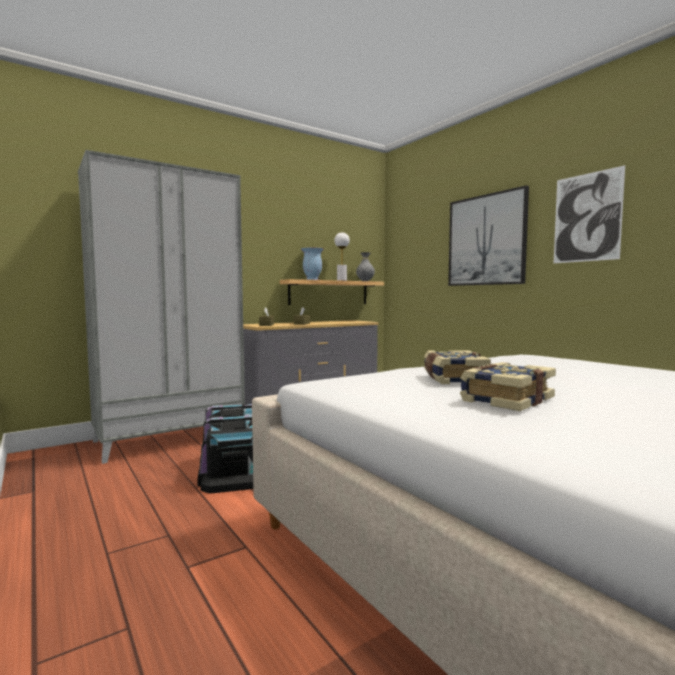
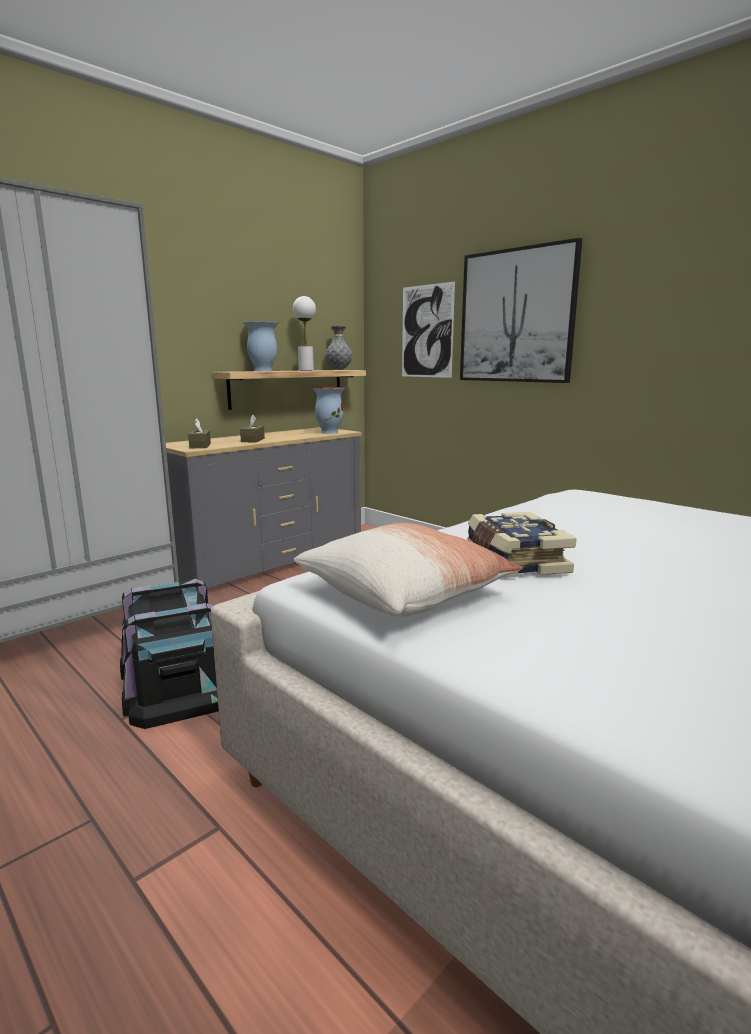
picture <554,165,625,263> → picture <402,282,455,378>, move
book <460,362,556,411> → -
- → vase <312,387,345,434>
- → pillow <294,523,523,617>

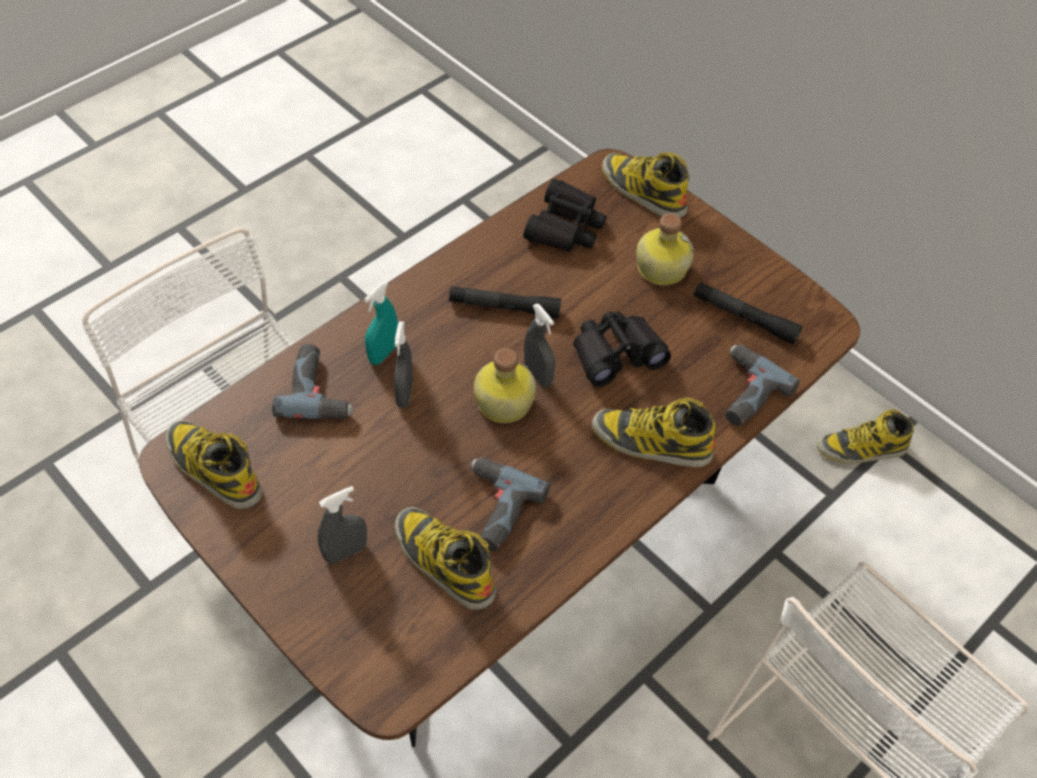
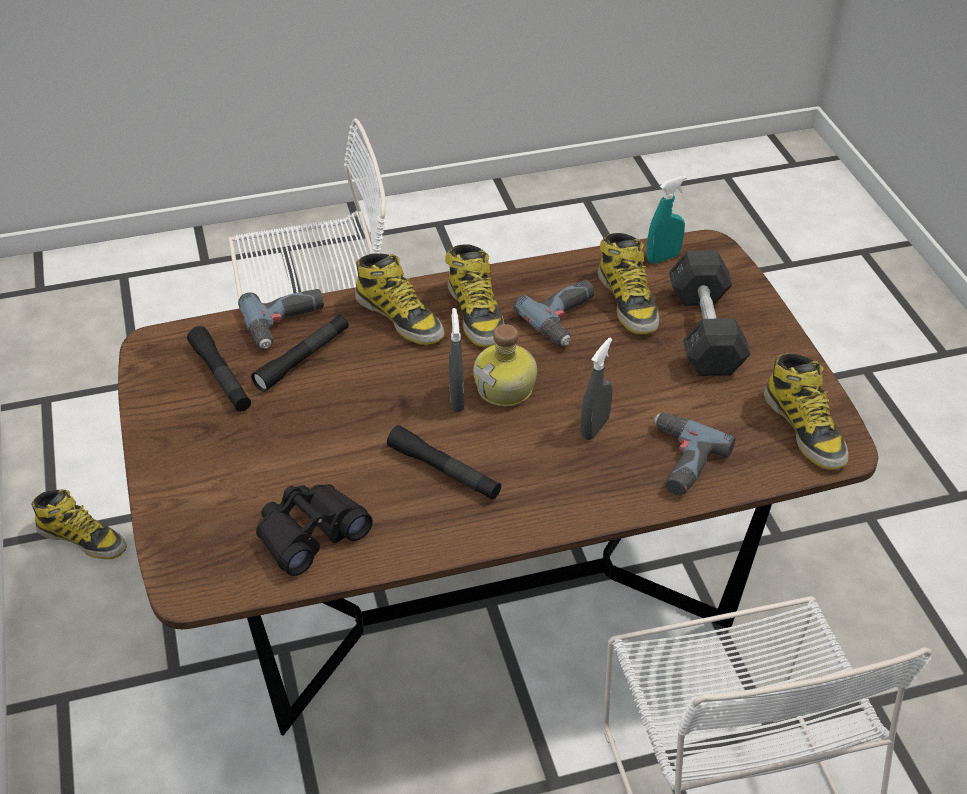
boot <602,152,689,218> → boot <446,244,504,347>, move
bottle <636,213,695,285> → -
spray bottle (turquoise) <364,282,398,365> → spray bottle (turquoise) <647,175,687,264>, move
binoculars (black) <573,311,671,387> → -
spray bottle (grey) <318,486,367,564> → dumbbell (grey) <669,250,750,376>
- → flashlight (black) <251,315,349,392>

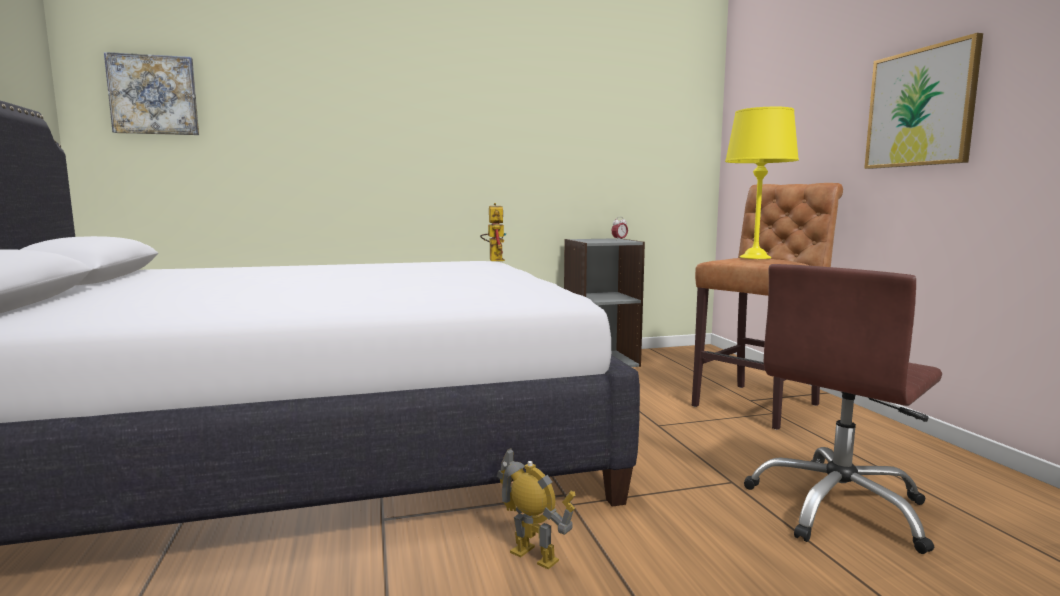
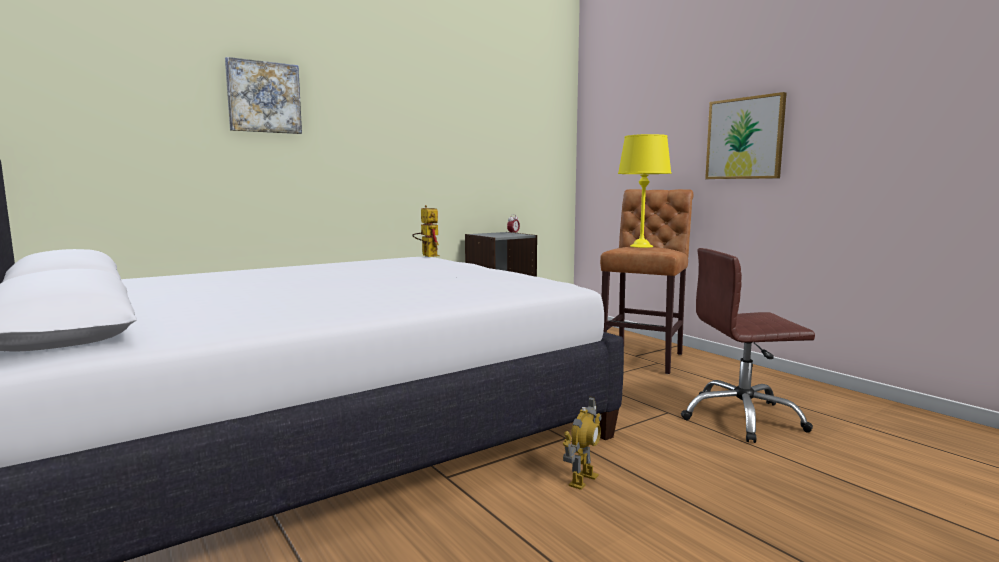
picture <104,52,199,135> → picture <225,57,302,134>, move
office chair (brown) <744,264,942,554> → office chair (brown) <681,248,815,443>, 60 degrees clockwise
toy robot <497,448,575,569> → toy robot <563,396,602,490>, 105 degrees clockwise

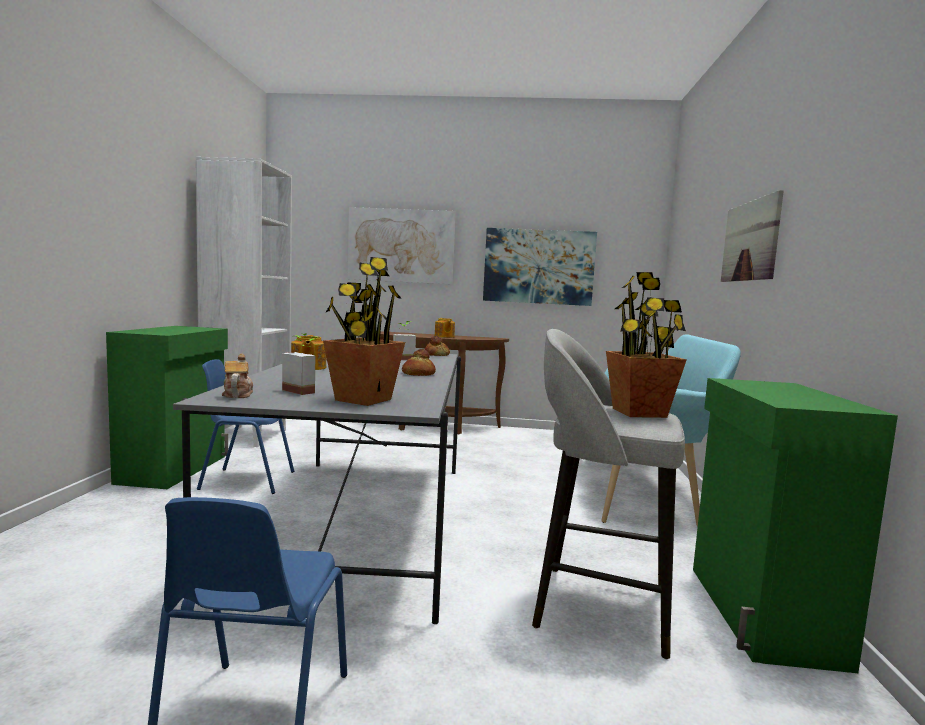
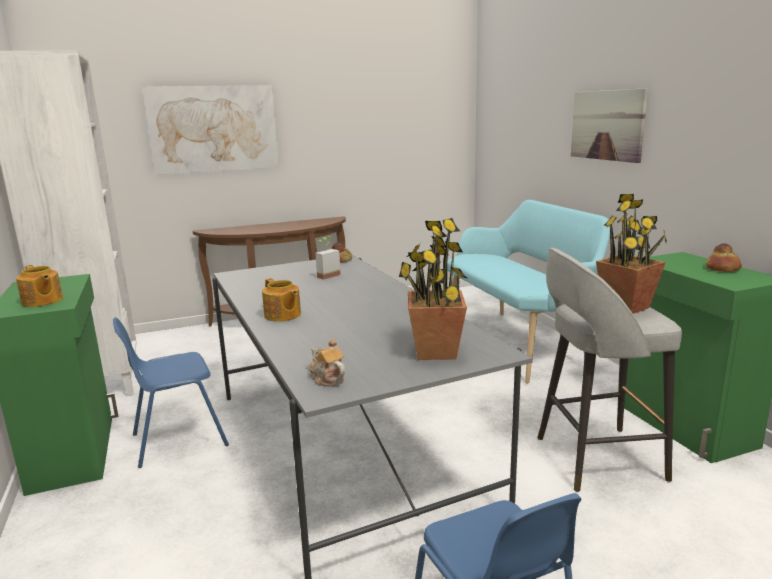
picture <483,228,597,306> → -
teapot <435,318,455,338> → teapot <16,265,63,307>, move
potted plant <282,333,319,395> → -
bread <402,349,436,376> → bread <706,244,742,272>, move

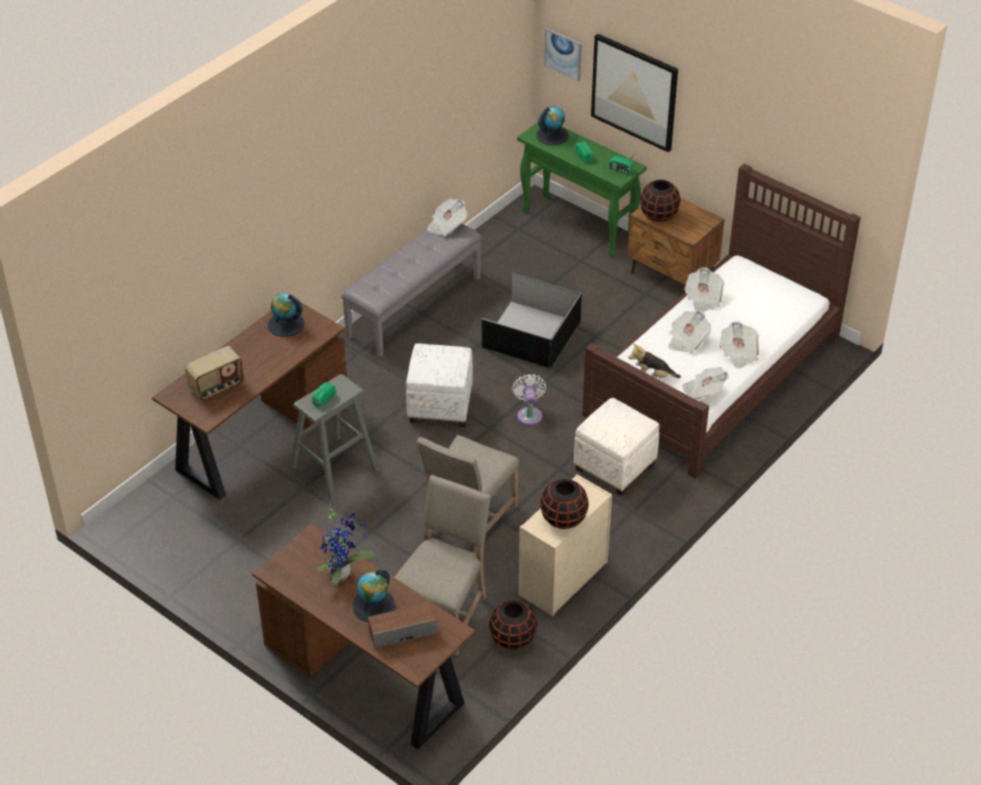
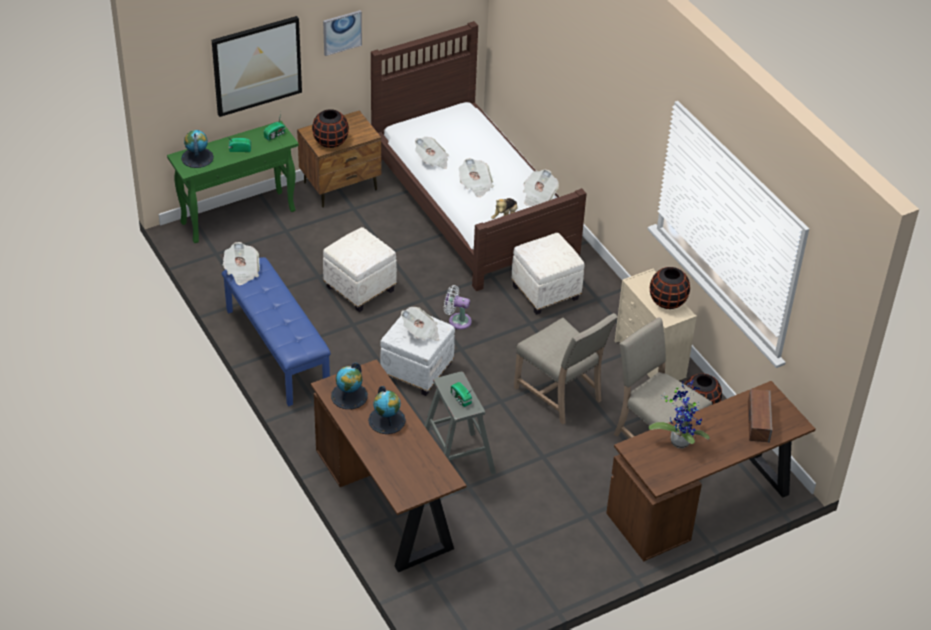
picture <544,28,582,82> → picture <323,10,362,56>, move
bench (grey) <341,223,482,357> → bench (blue) <222,257,331,406>
storage box (black) <481,273,582,368> → ottoman (white) <323,227,397,312>
newspaper <719,321,759,369> → newspaper <401,307,439,341>, move
radio <185,346,244,400> → -
globe <352,569,395,622> → globe <368,386,406,434>, move

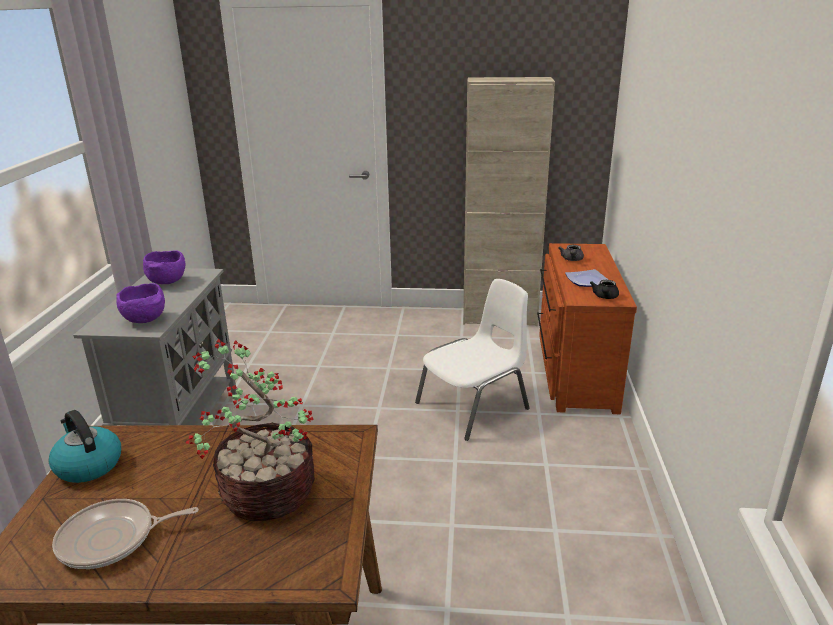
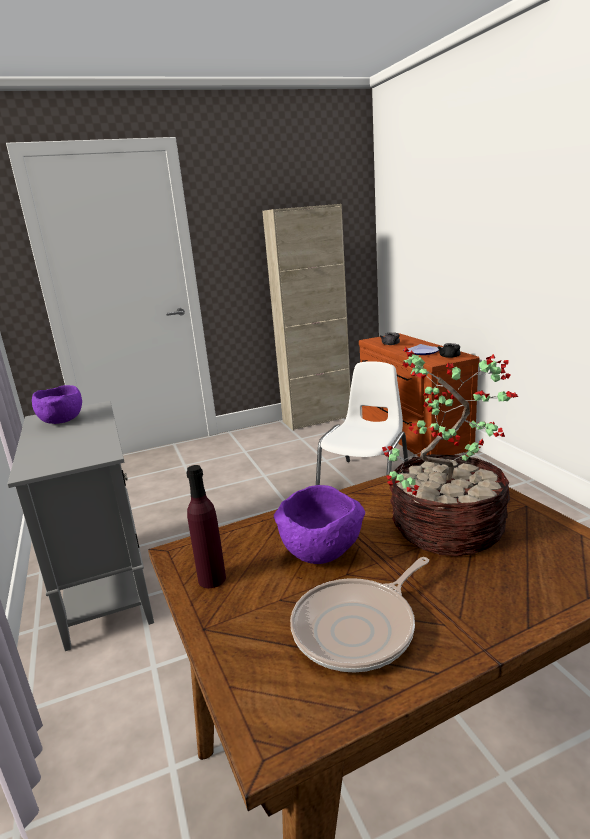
bowl (purple) <116,283,165,323> → bowl (purple) <274,485,365,564>, move
kettle <49,410,121,483> → bottle (purple) <186,465,226,588>

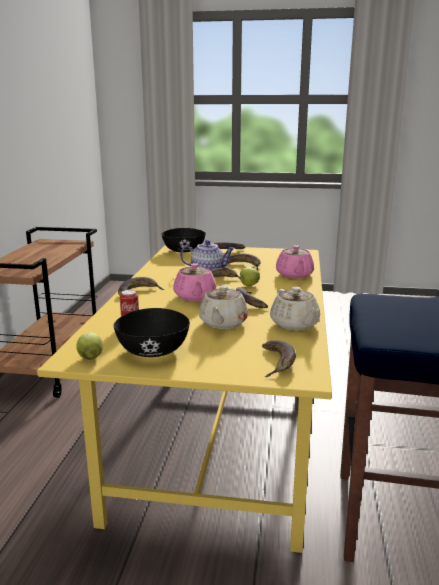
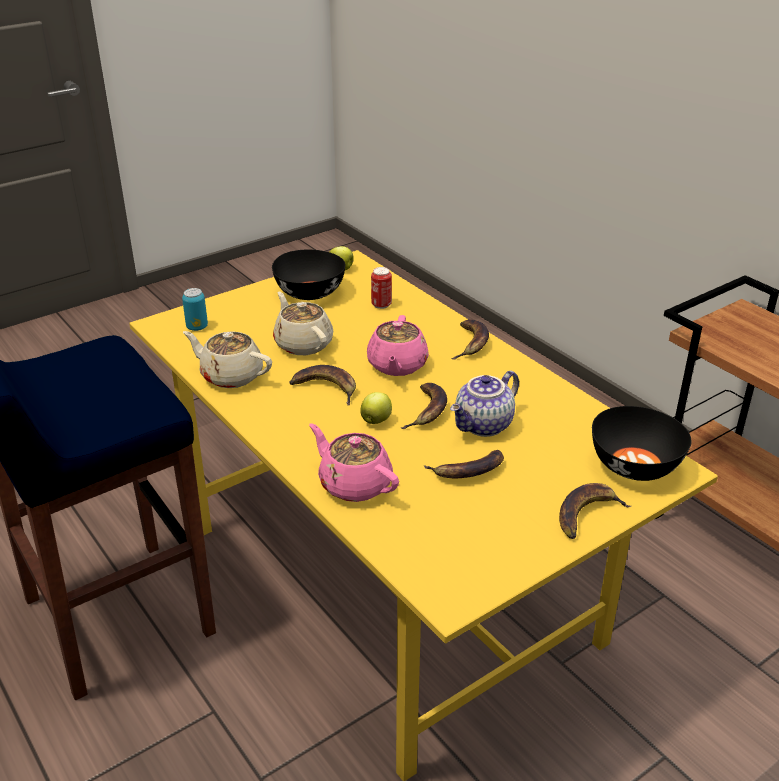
teapot (pink) <173,263,216,301> → teapot (pink) <367,315,429,376>, 120 degrees counterclockwise
banana <262,340,296,377> → can <182,288,208,331>

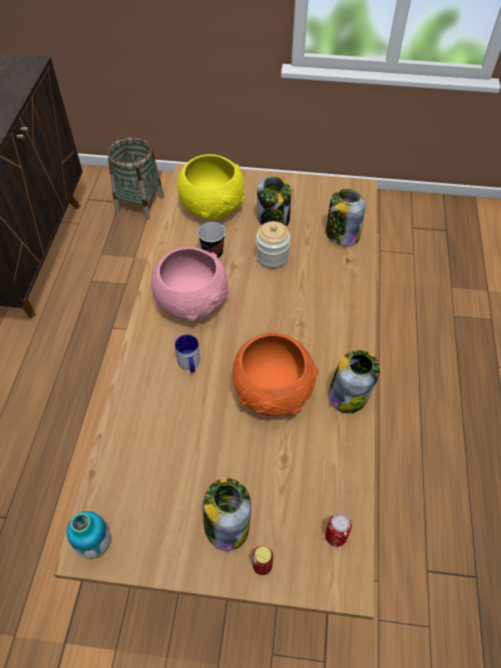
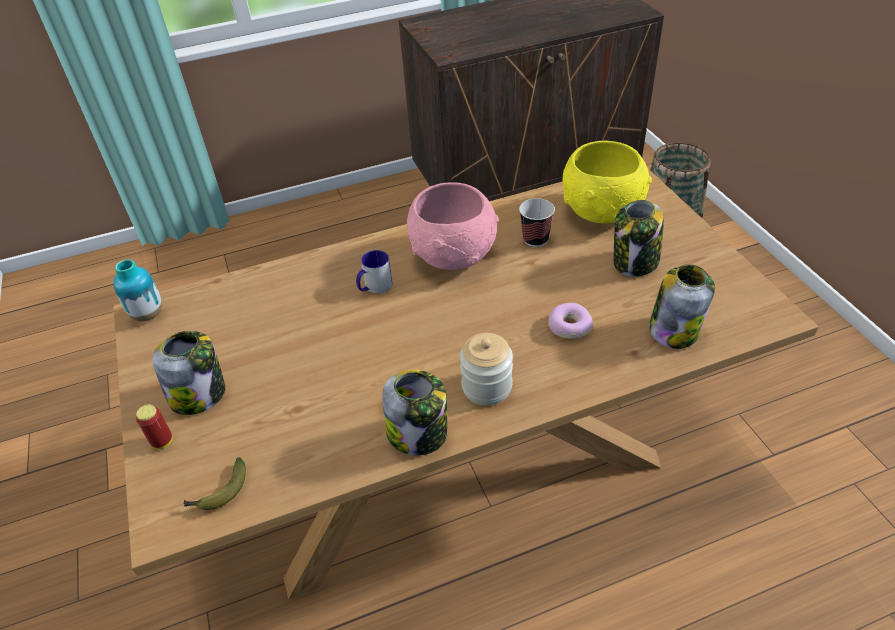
jar <256,221,290,269> → jar <460,333,513,406>, move
bowl (orange) <233,333,318,416> → -
can <325,513,352,547> → banana <184,457,246,510>
- → donut <549,303,593,339>

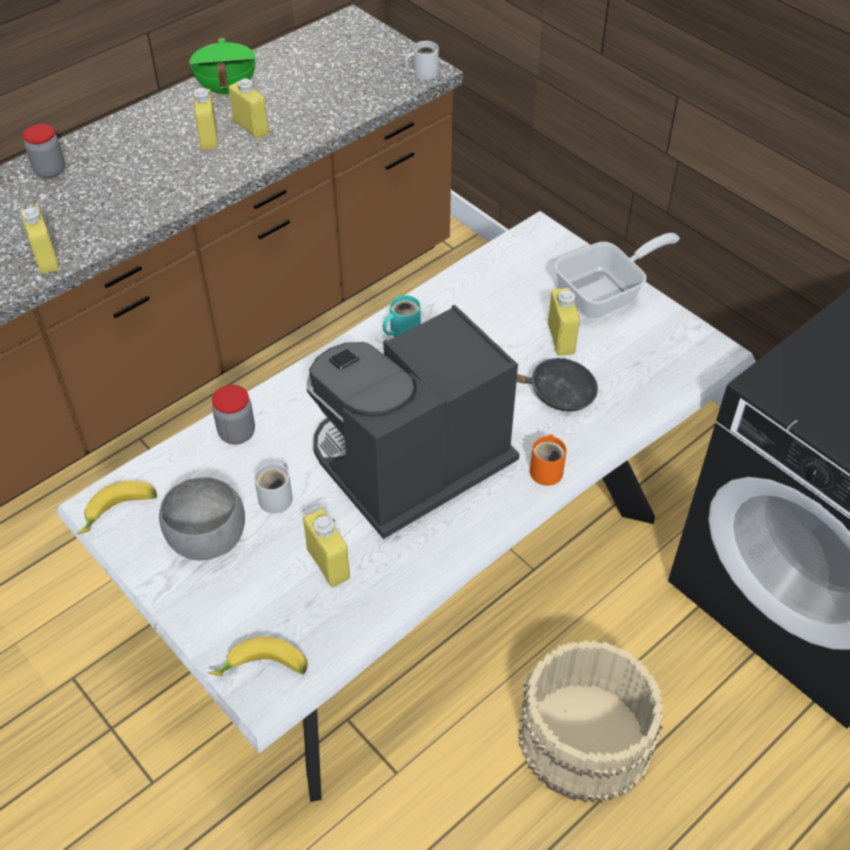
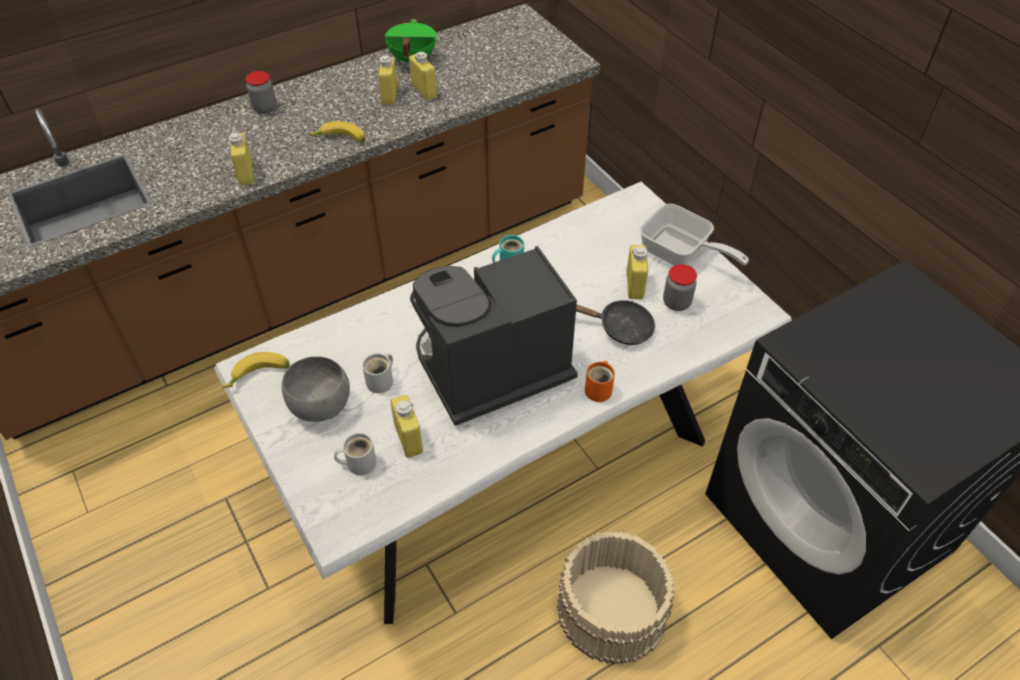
mug (white) <404,41,439,80> → mug (white) <334,433,377,475>, move
frying pan <555,233,680,318> → frying pan <640,204,749,265>, 60 degrees clockwise
jar <212,385,255,445> → jar <663,264,697,311>, move
banana <208,637,308,676> → banana <308,121,366,143>, move

